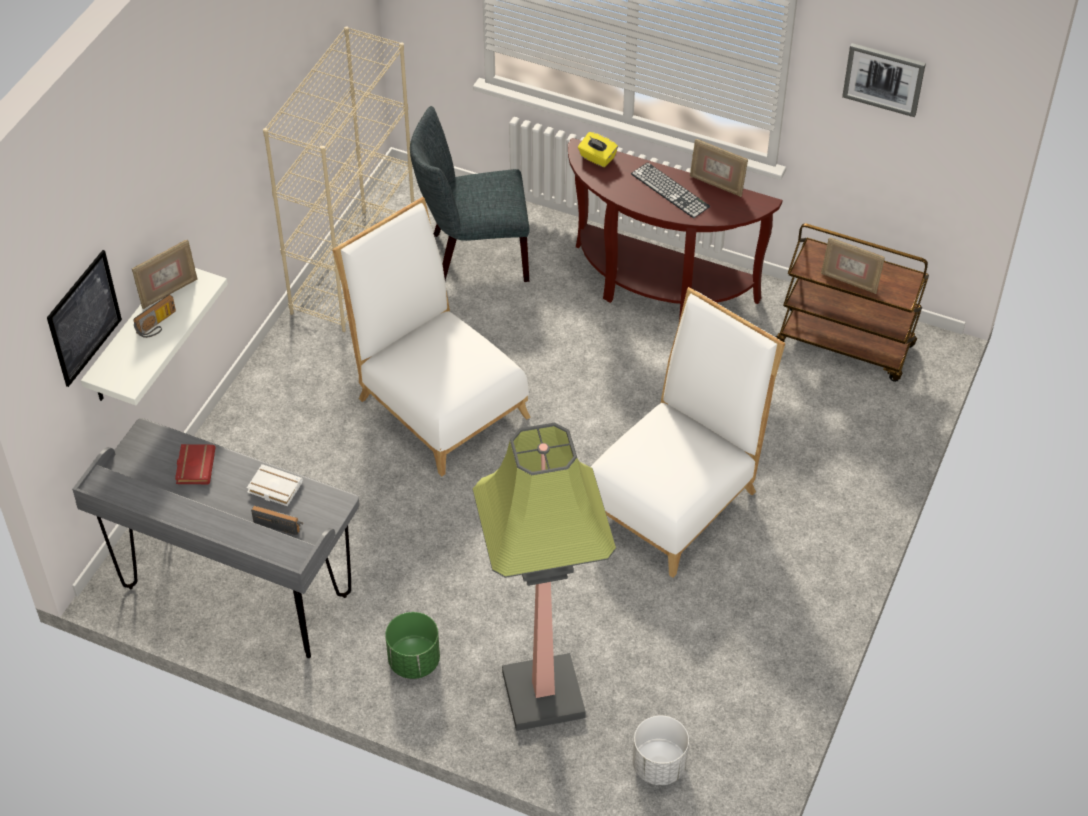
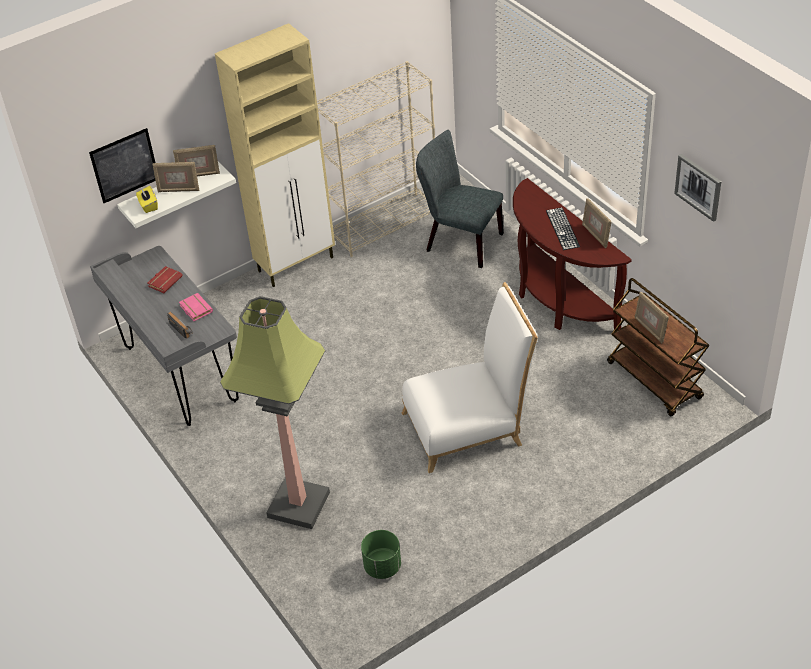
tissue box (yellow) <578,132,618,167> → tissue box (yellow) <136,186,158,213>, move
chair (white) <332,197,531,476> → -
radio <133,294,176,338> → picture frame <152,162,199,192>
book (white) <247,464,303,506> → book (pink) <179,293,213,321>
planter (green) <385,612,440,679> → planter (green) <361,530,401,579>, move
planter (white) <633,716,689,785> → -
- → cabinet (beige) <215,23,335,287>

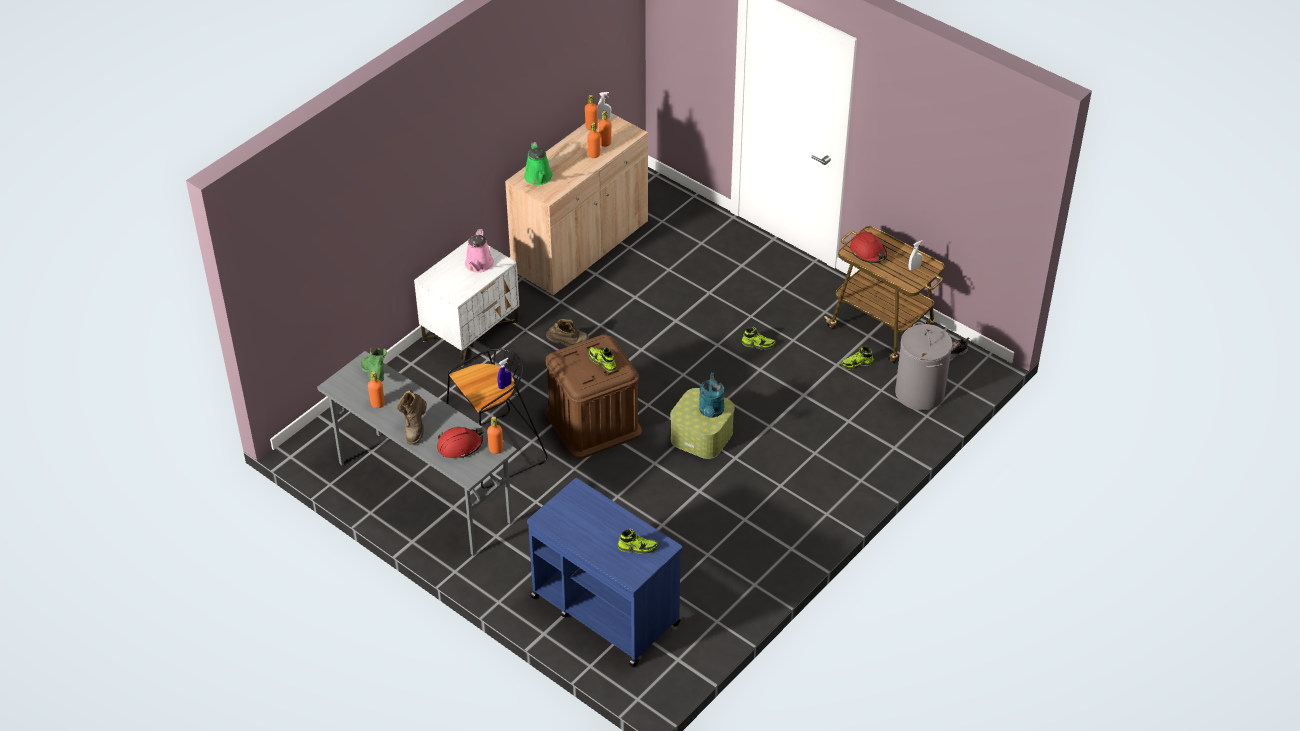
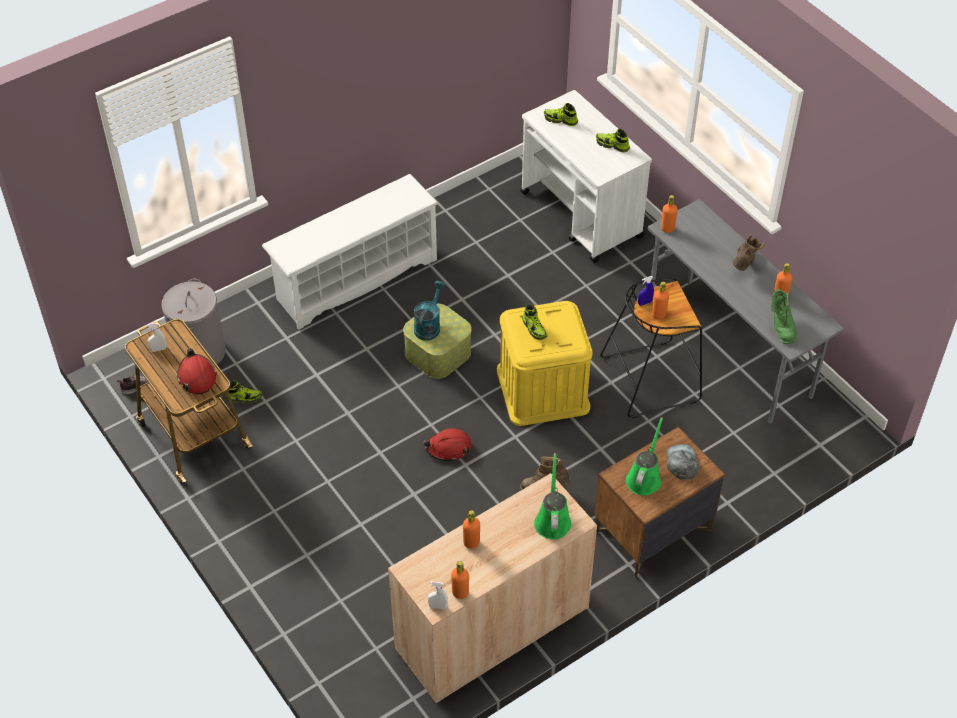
bottle (orange) <599,111,611,147> → bottle (orange) <652,282,669,319>, move
watering can (pink) <465,229,494,273> → watering can (green) <626,417,663,496>
nightstand (white) <414,240,519,367> → nightstand (brown) <594,427,725,578>
shoe <742,327,776,350> → shoe <596,129,630,153>, move
storage box (brown) <546,335,642,459> → storage box (yellow) <497,301,593,426>
hard hat (red) <437,427,483,458> → hard hat (red) <424,428,472,461>, move
cart (blue) <527,478,682,667> → cart (white) <521,90,652,263>
- → shoe rack (white) <262,174,439,330>
- → cap (grey) <667,444,699,479>

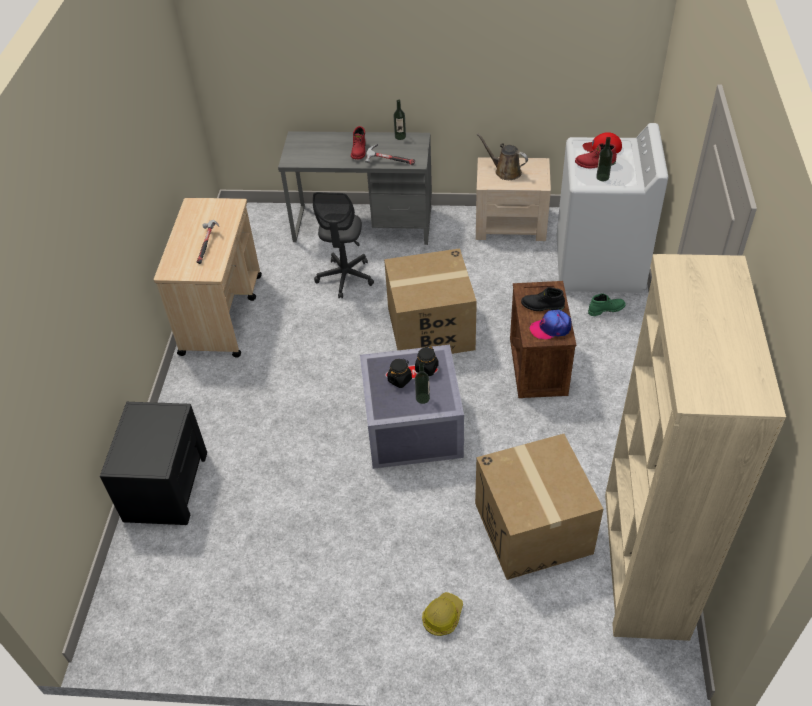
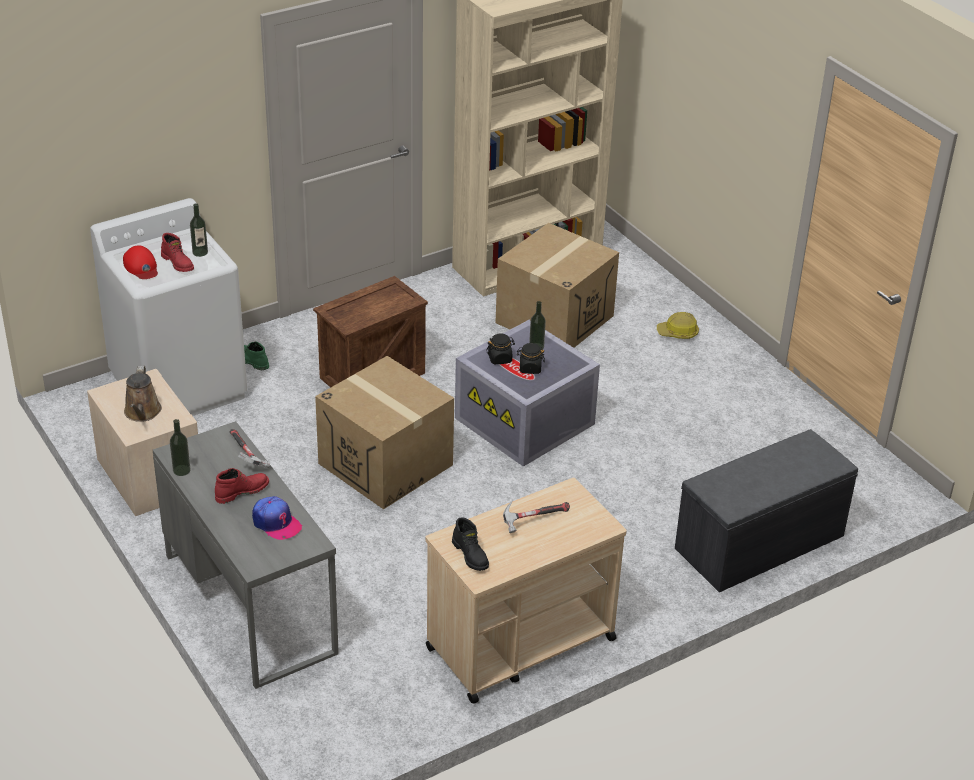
office chair (grey) <313,192,374,299> → -
boot (black) <521,287,565,311> → boot (black) <452,517,489,571>, move
cap <530,310,572,340> → cap <252,496,302,540>, move
nightstand (black) <100,402,207,525> → bench (grey) <675,429,858,592>

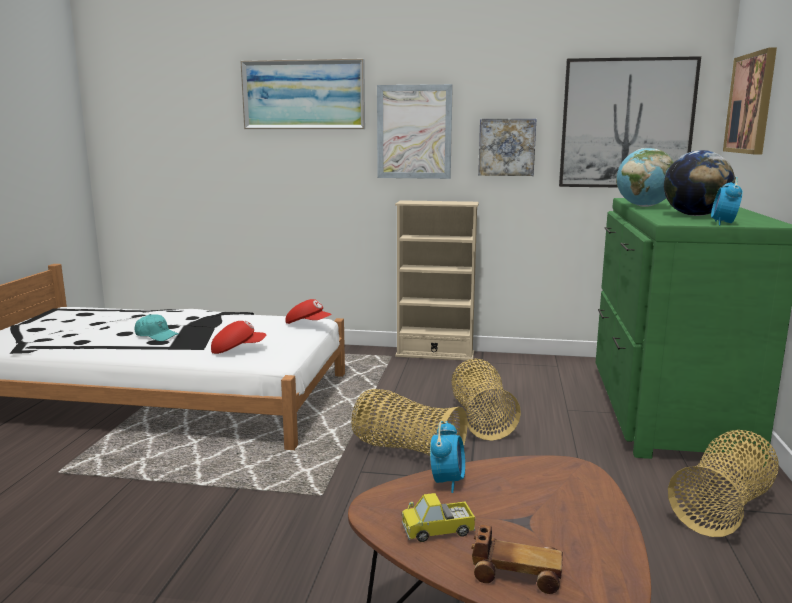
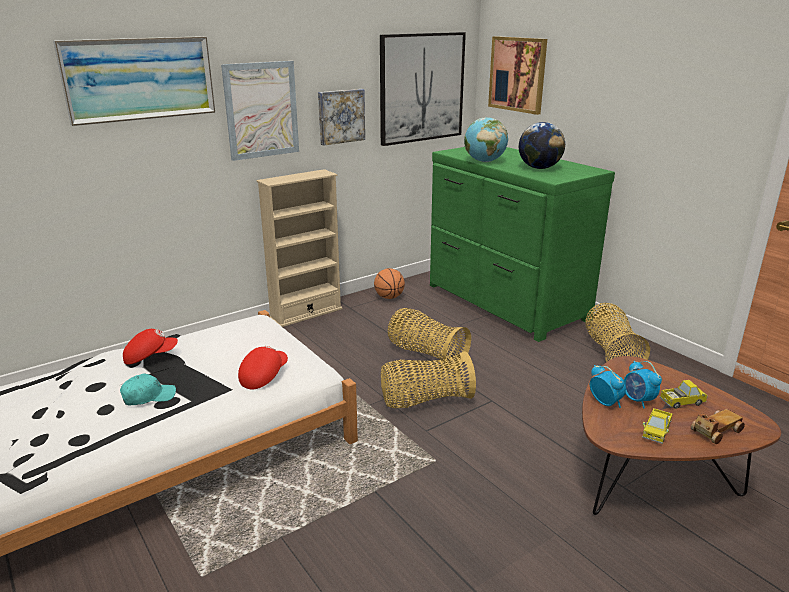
alarm clock <711,177,742,225> → alarm clock <624,361,662,409>, move
cap (red) <286,299,332,324> → cap (red) <123,329,178,365>, move
- → basketball <374,268,405,299>
- → toy truck <660,380,708,409>

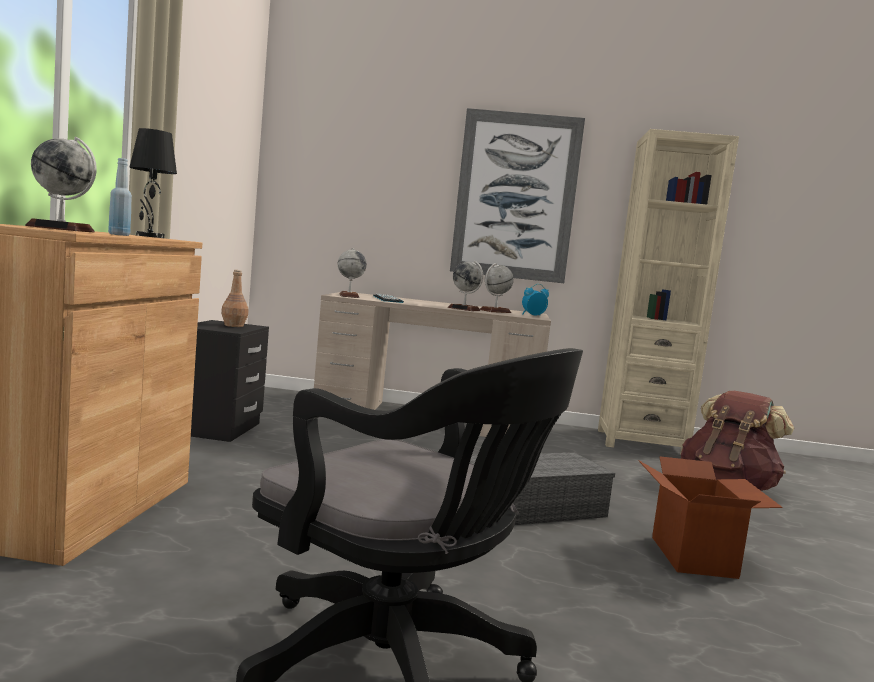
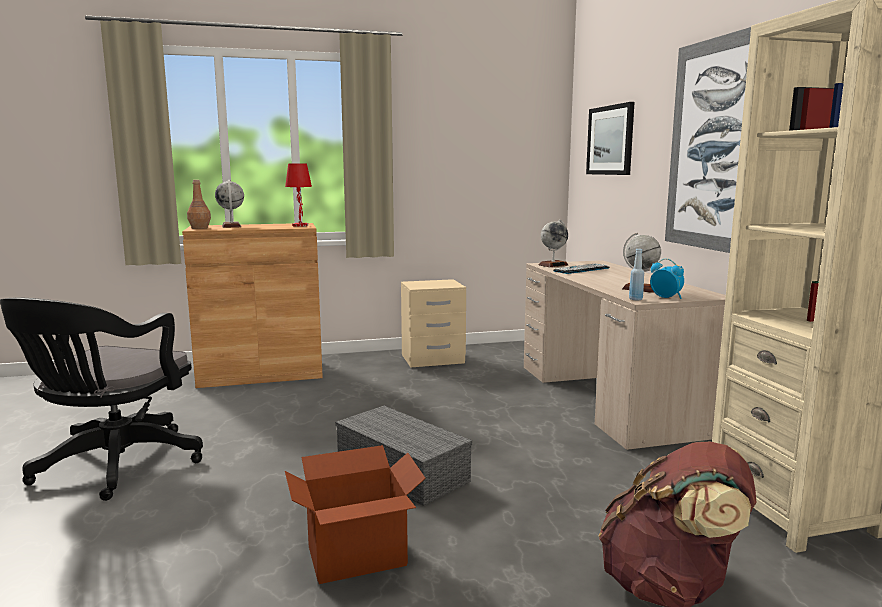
table lamp (black) <129,128,177,238> → table lamp (red) <285,163,312,227>
bottle (blue) <108,158,132,236> → bottle (blue) <629,249,644,300>, move
globe <448,261,484,311> → -
bottle (brown) <221,270,248,327> → bottle (brown) <187,180,211,229>, move
nightstand (black) <191,320,269,442> → nightstand (beige) <401,279,466,368>
- → picture <586,102,635,175>

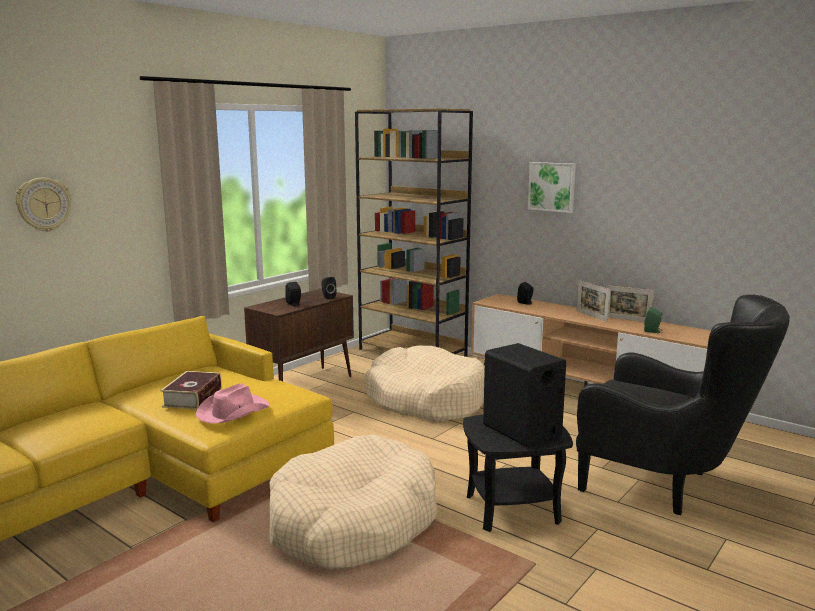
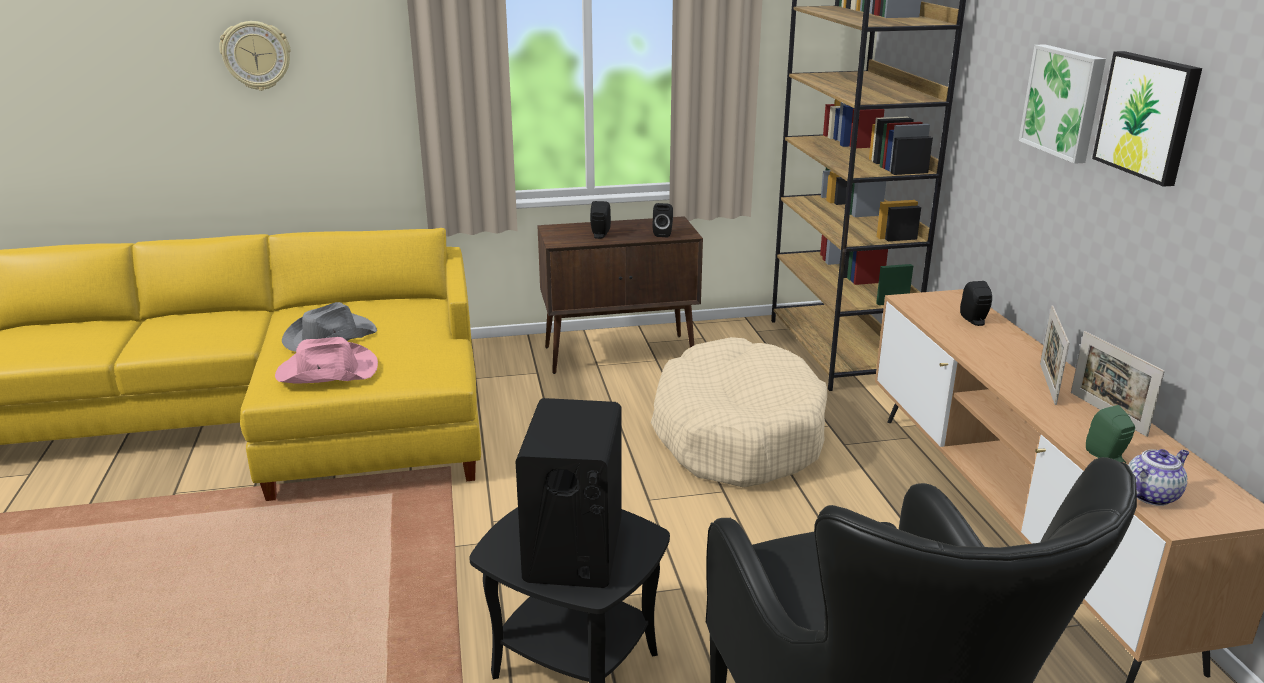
book <160,371,222,410> → hat (grey) <282,302,377,352>
dog bed (beige) <269,434,438,570> → -
- → picture <1092,51,1202,187>
- → teapot <1128,449,1189,506>

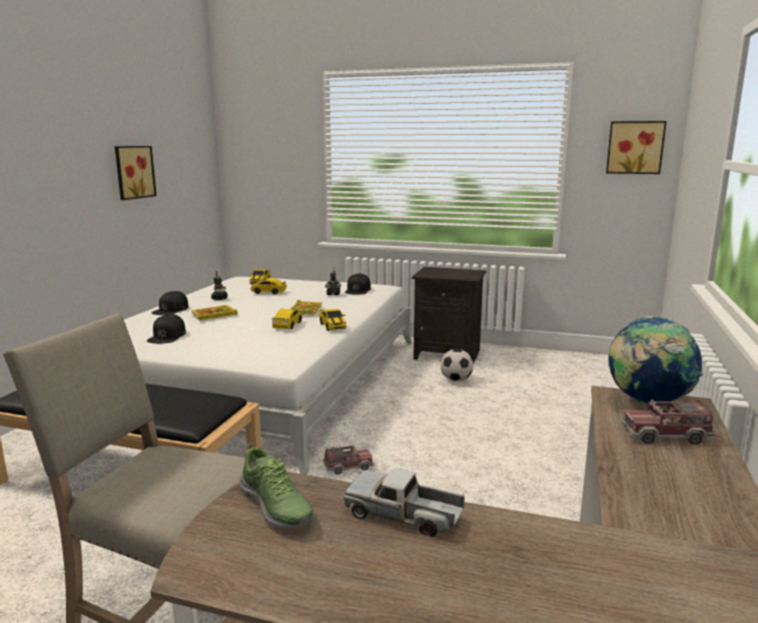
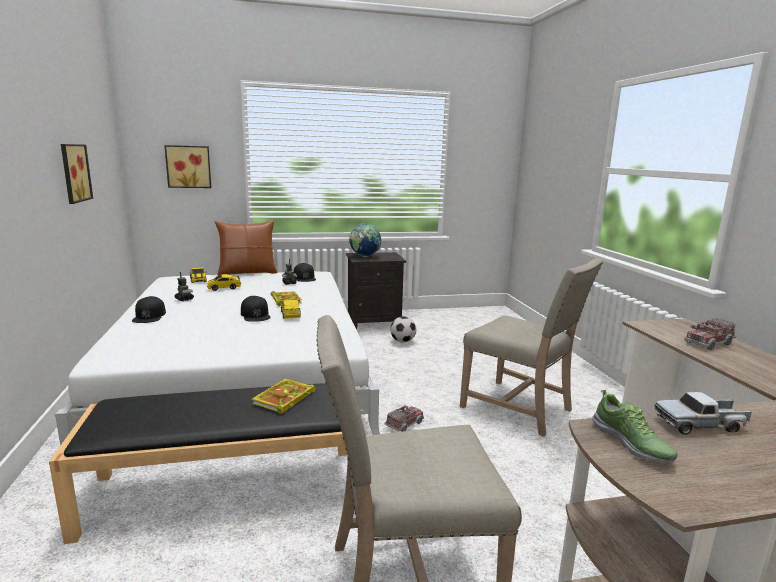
picture <606,121,667,174> → picture <164,145,211,188>, move
book <191,305,238,321> → book <252,379,316,414>, move
toy car <319,309,347,330> → -
cap (black) <147,314,186,344> → cap (black) <241,296,271,322>, move
globe <608,316,703,406> → globe <349,223,382,257>, move
shoe <239,443,314,528> → shoe <592,390,677,462>, 45 degrees clockwise
- → pillow (brown) <215,220,277,276>
- → chair (beige) <460,258,603,437>

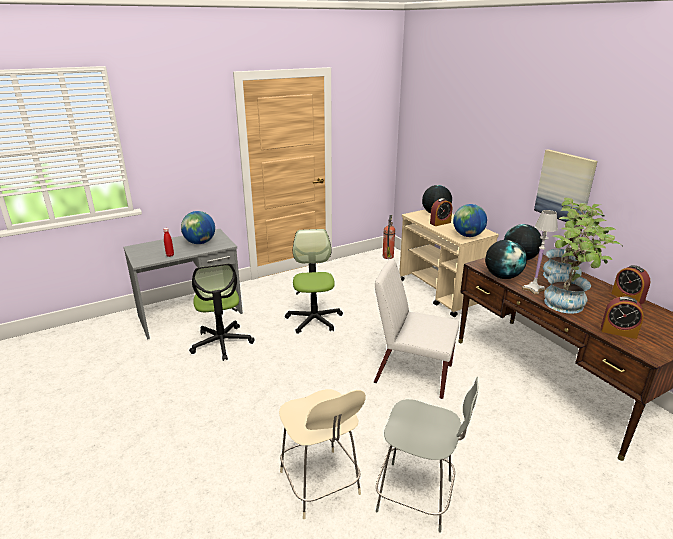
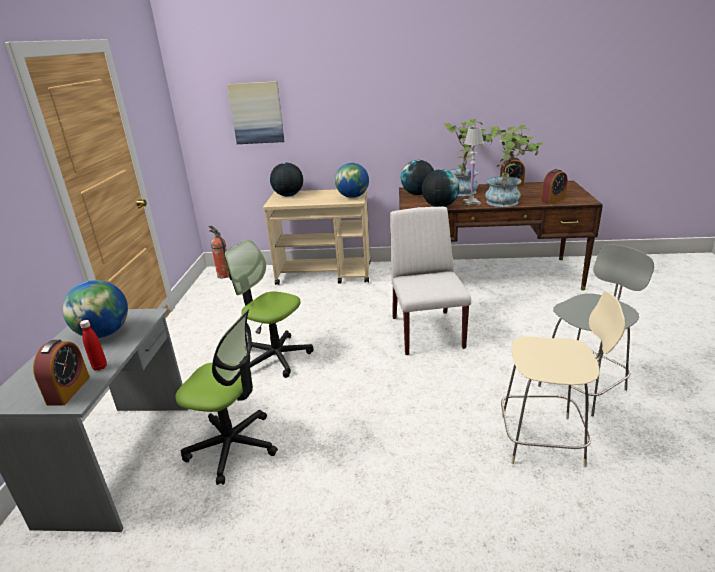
picture <534,149,597,226> → picture <227,81,284,144>, move
alarm clock <430,198,452,226> → alarm clock <33,340,90,406>, move
chair (white) <374,259,459,399> → chair (white) <390,207,471,355>, 120 degrees clockwise

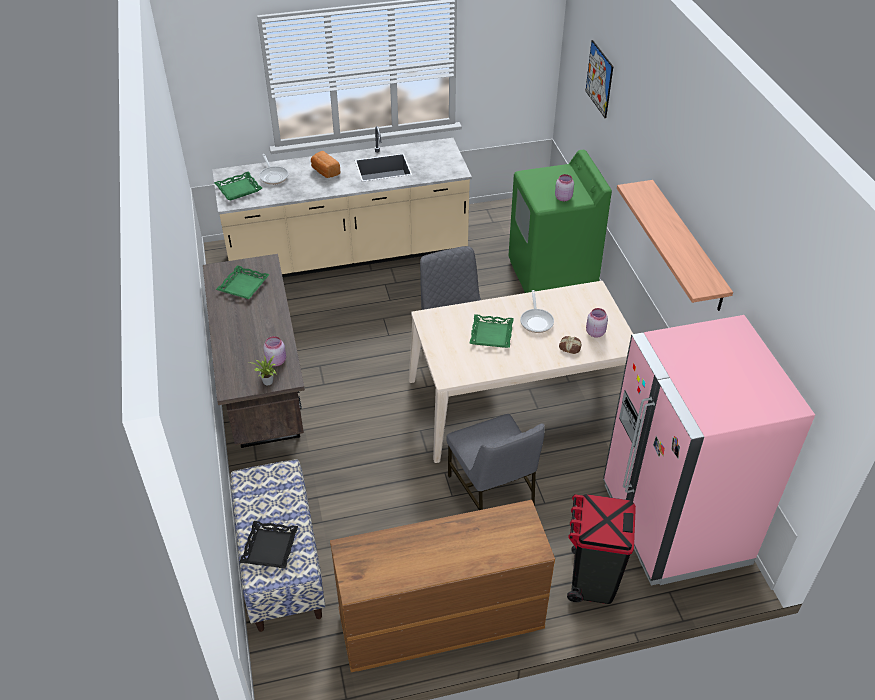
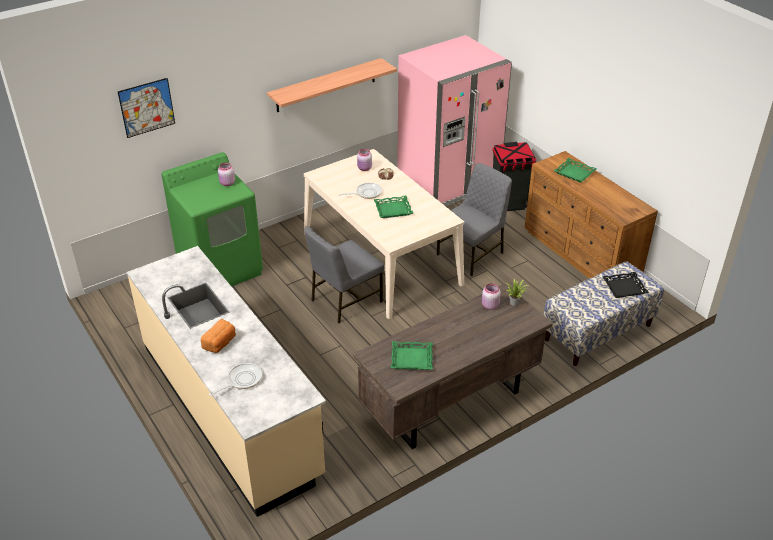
tray (green) <214,172,262,200> → tray (green) <554,158,597,182>, move

